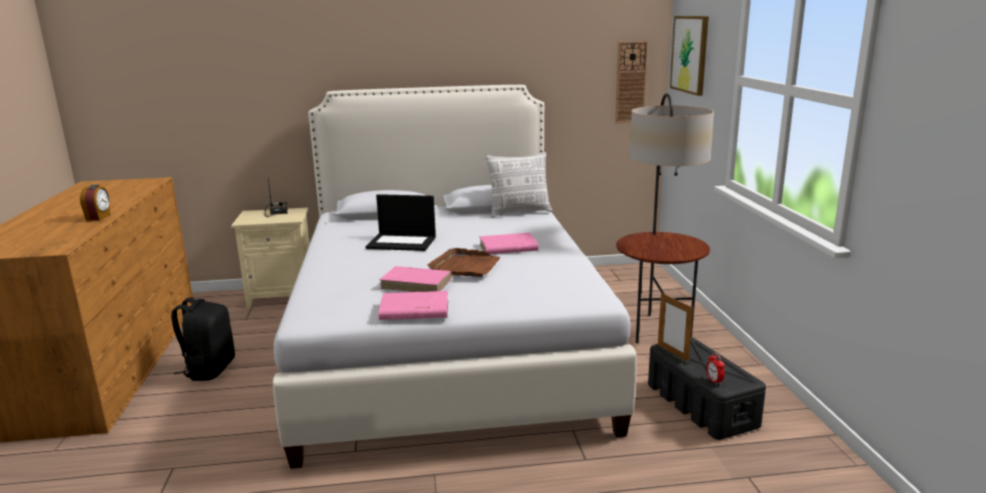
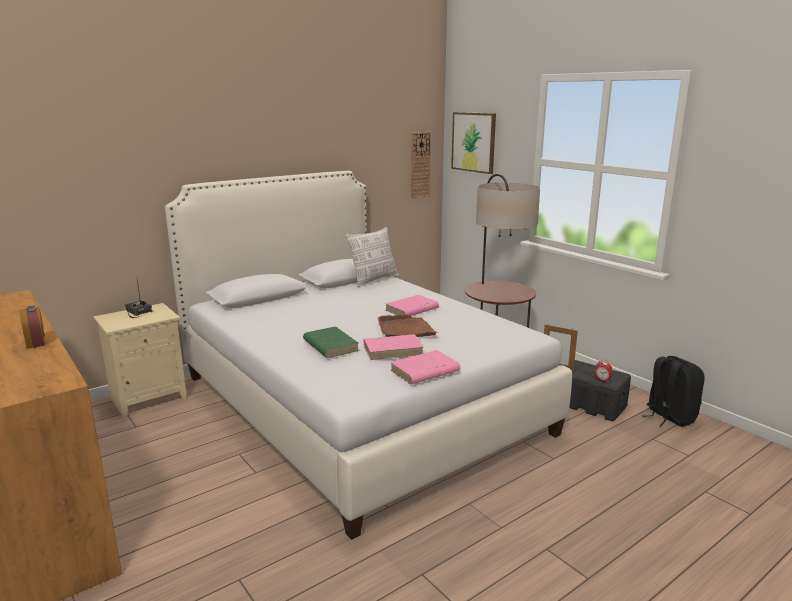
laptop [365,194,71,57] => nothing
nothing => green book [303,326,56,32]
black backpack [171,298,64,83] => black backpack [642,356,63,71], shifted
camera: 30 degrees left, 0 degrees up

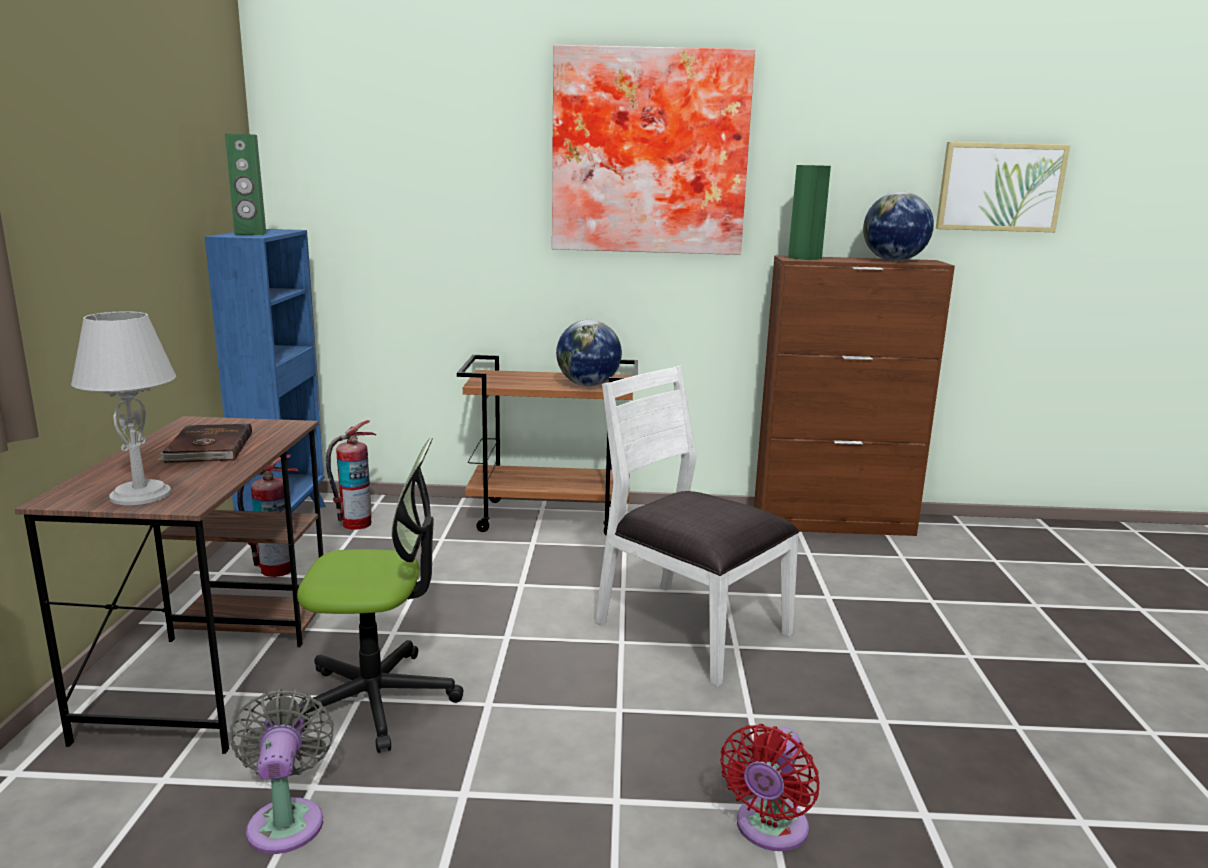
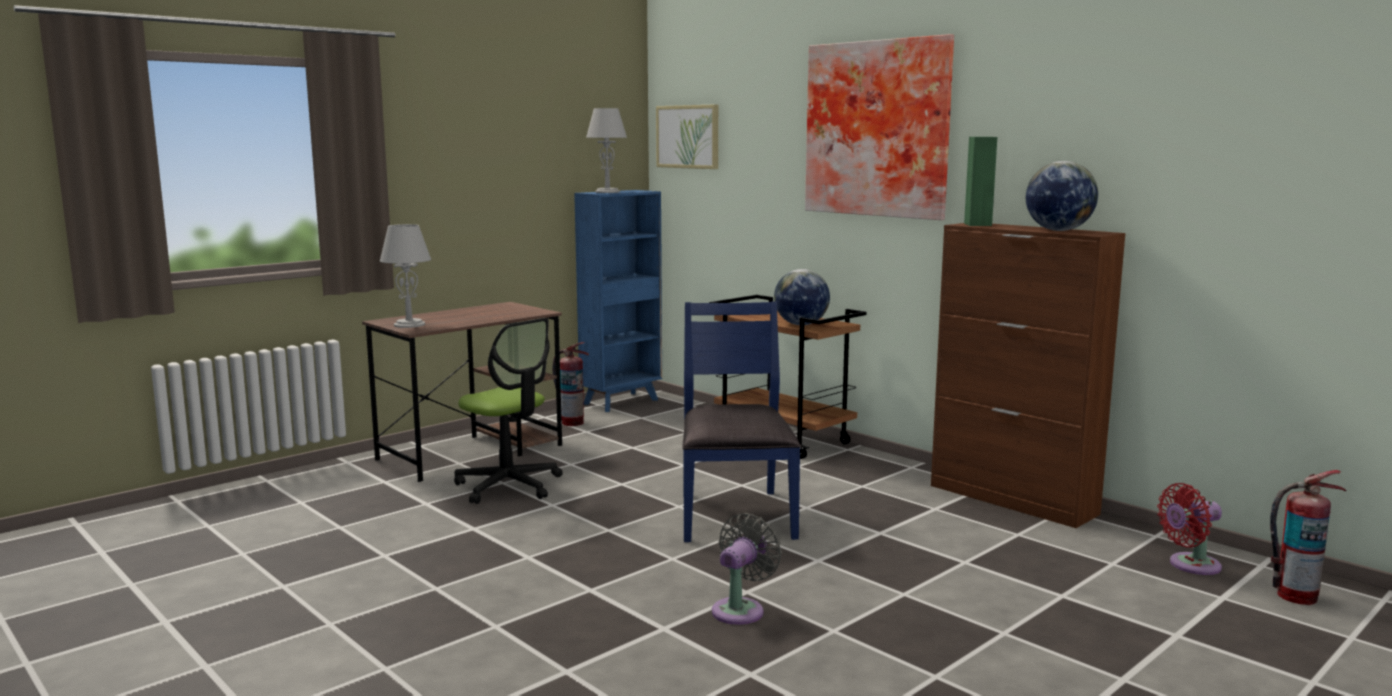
brown book [157,423,95,40] => nothing
grey fan [230,689,104,165] => grey fan [712,513,70,112], shifted
fire extinguisher [326,420,50,109] => fire extinguisher [1270,470,76,135], shifted
red fan [720,724,99,127] => red fan [1157,483,65,92], shifted
picture [936,142,134,90] => picture [656,104,62,65], shifted
green speaker [225,134,41,101] => grey table lamp [586,108,41,85]
white chair [595,366,204,322] => blue chair [682,301,119,241]
camera: 45 degrees right, 5 degrees down

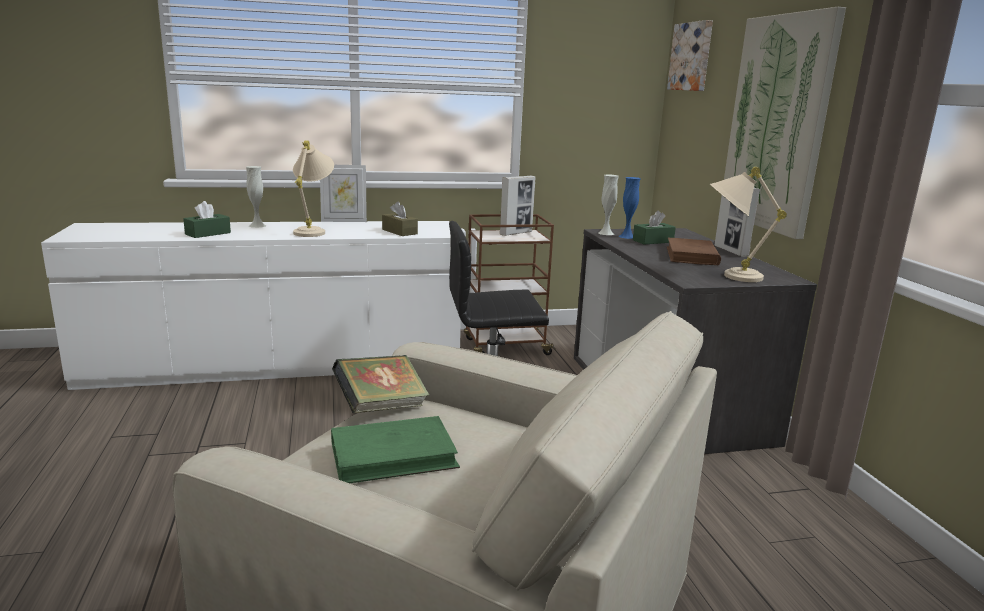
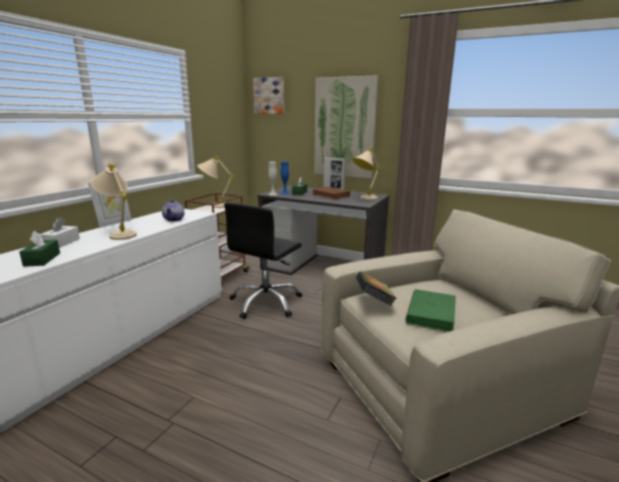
white vase [246,166,20,62] => white tissue box [40,217,40,31]
brown tissue box [382,202,36,34] => teapot [162,200,22,22]
picture frame [500,176,35,60] => beige table lamp [197,156,37,52]
camera: 50 degrees left, 0 degrees up

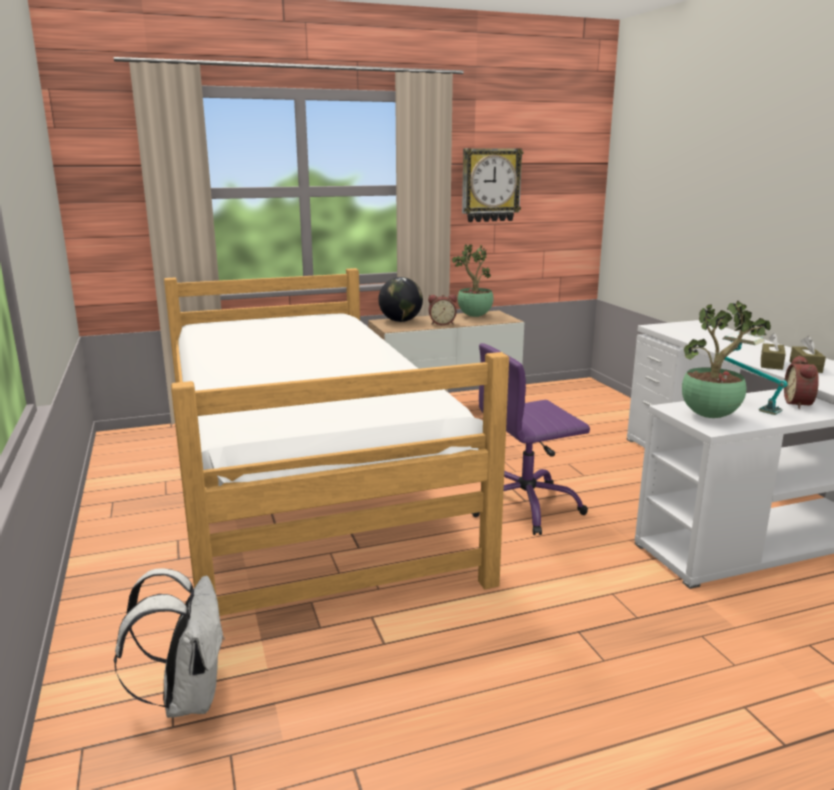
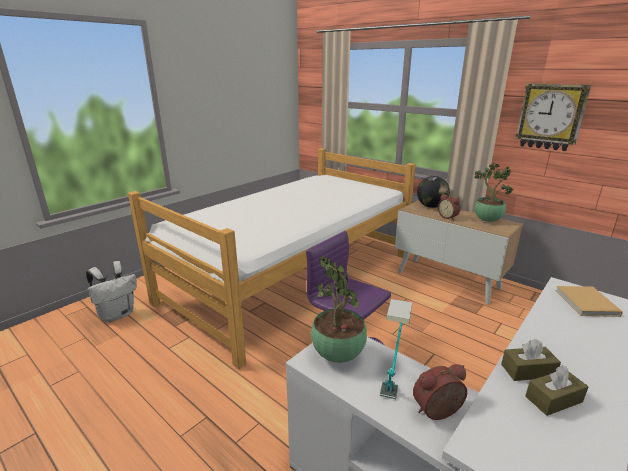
nothing => beige book [555,286,68,31]
camera: 60 degrees right, 5 degrees up

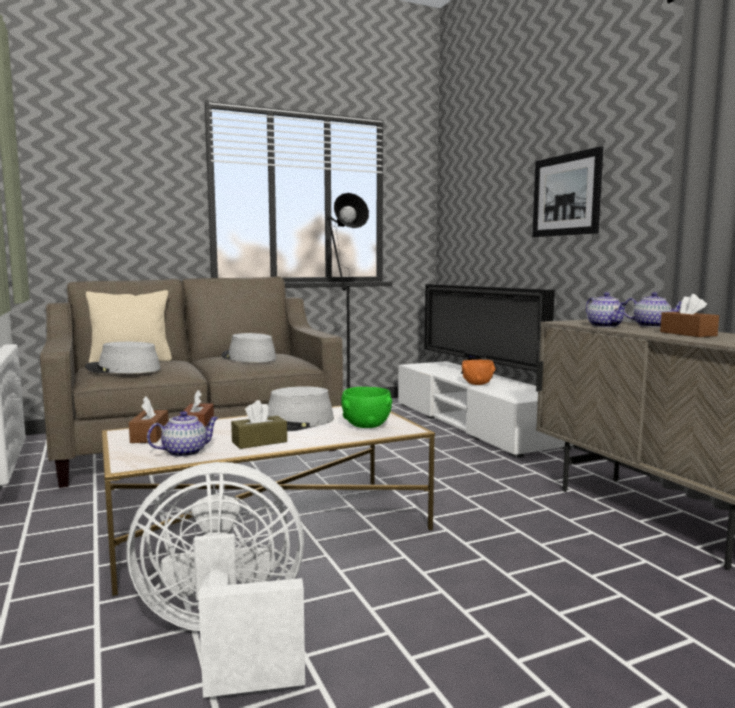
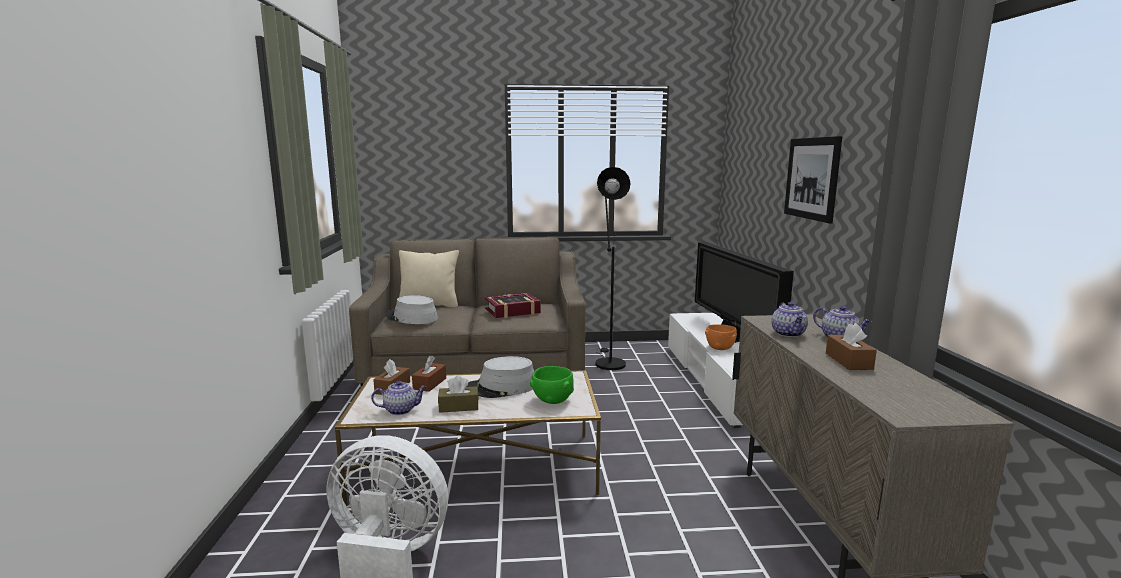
grey hat [222,333,54,30] => book [485,293,56,25]
camera: 20 degrees right, 5 degrees up

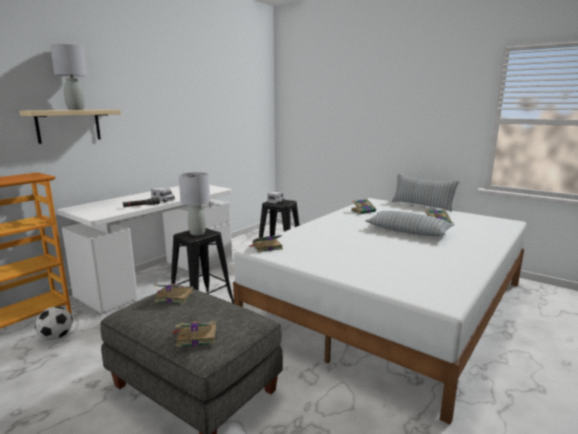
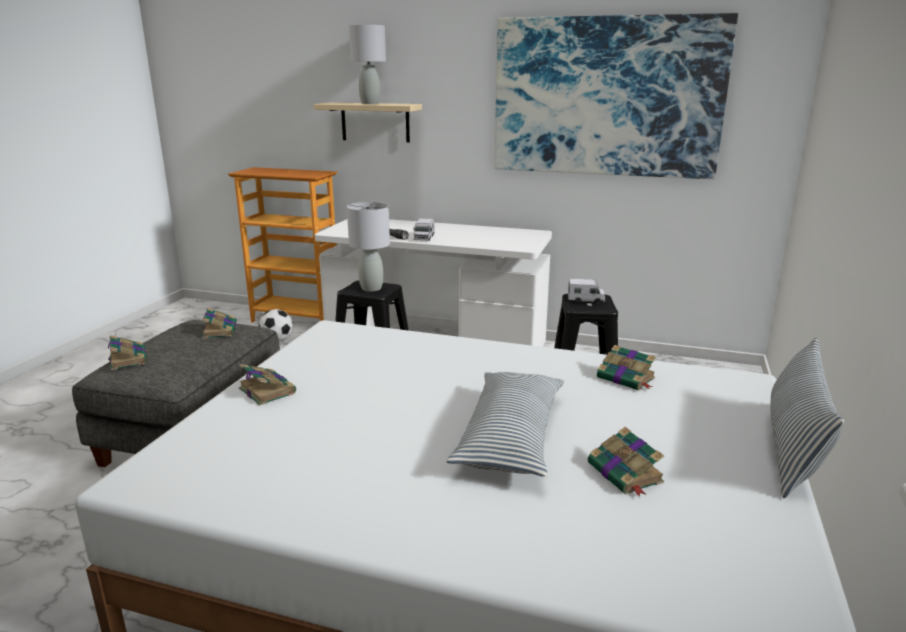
nothing => picture [495,13,243,166]
book [250,235,33,17] => book [239,364,57,42], shifted
camera: 70 degrees right, 5 degrees up

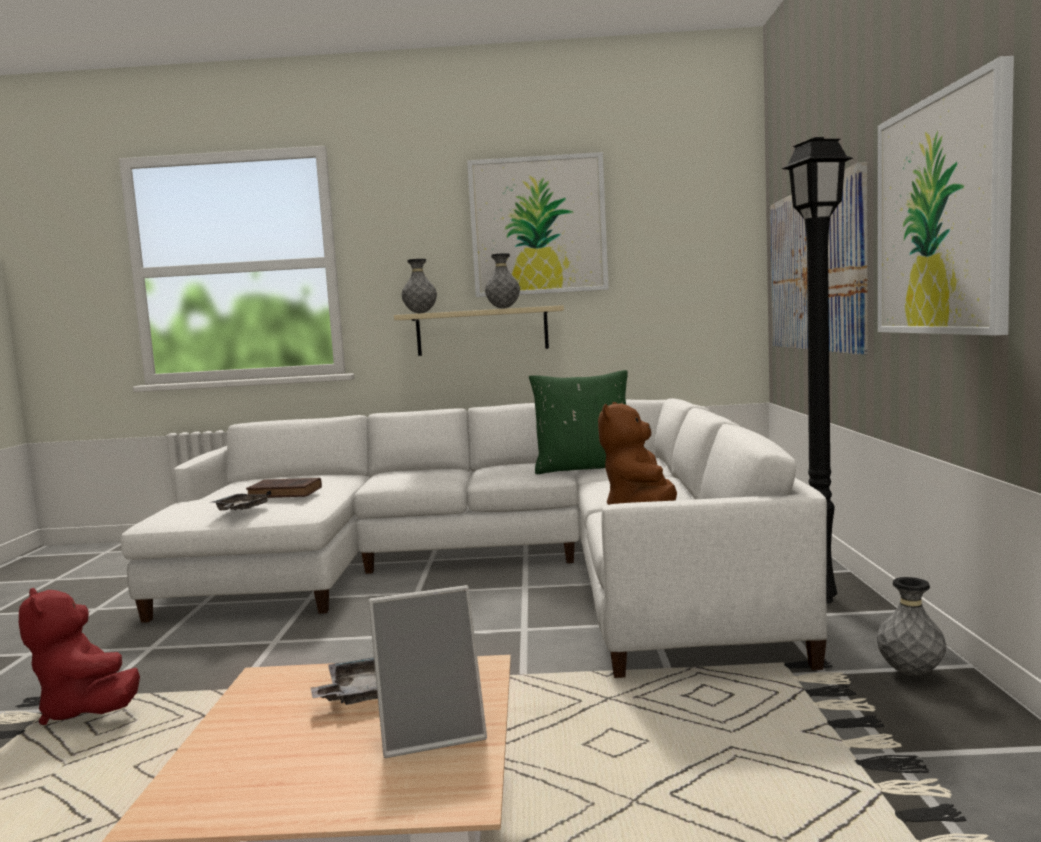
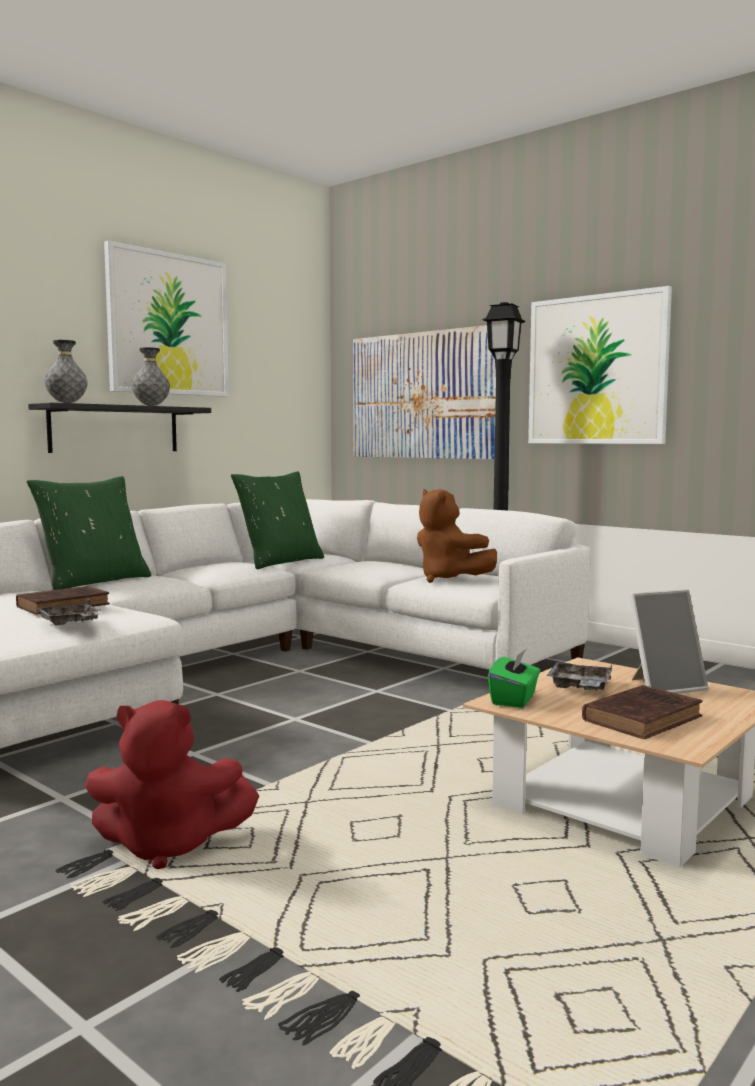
grey vase [877,577,69,99] => nothing
nothing => green pillow [27,476,124,114]
nothing => green tissue box [488,649,52,59]
nothing => brown book [582,685,121,54]
beige shelf [394,305,170,51] => black shelf [28,403,183,50]
picture frame [369,585,118,173] => picture frame [629,589,80,105], 45 degrees clockwise
camera: 50 degrees left, 0 degrees up

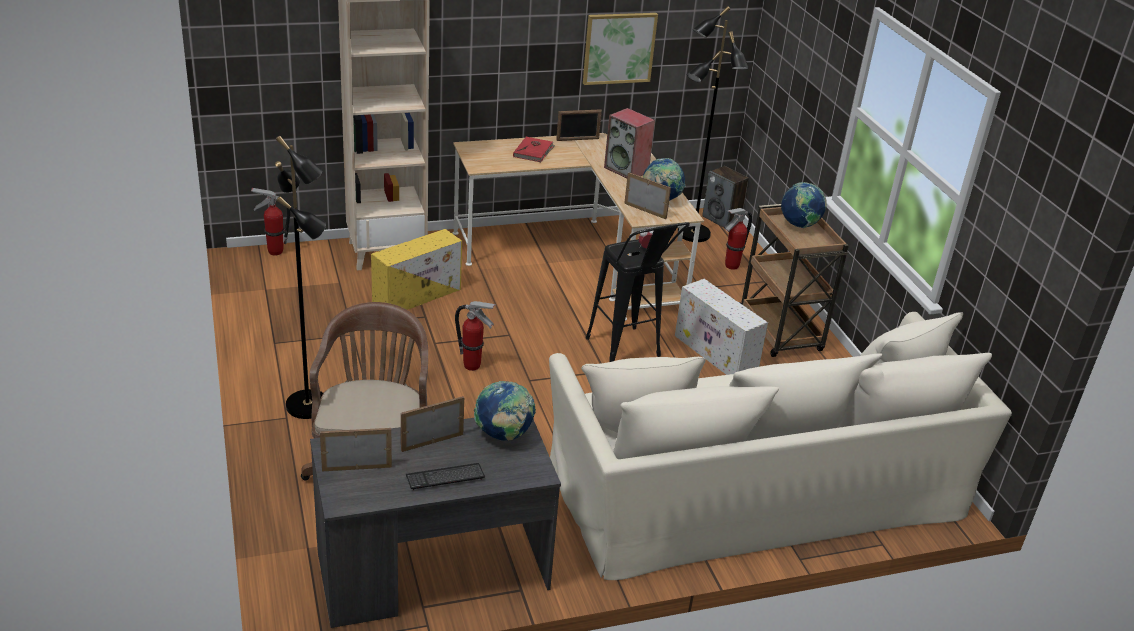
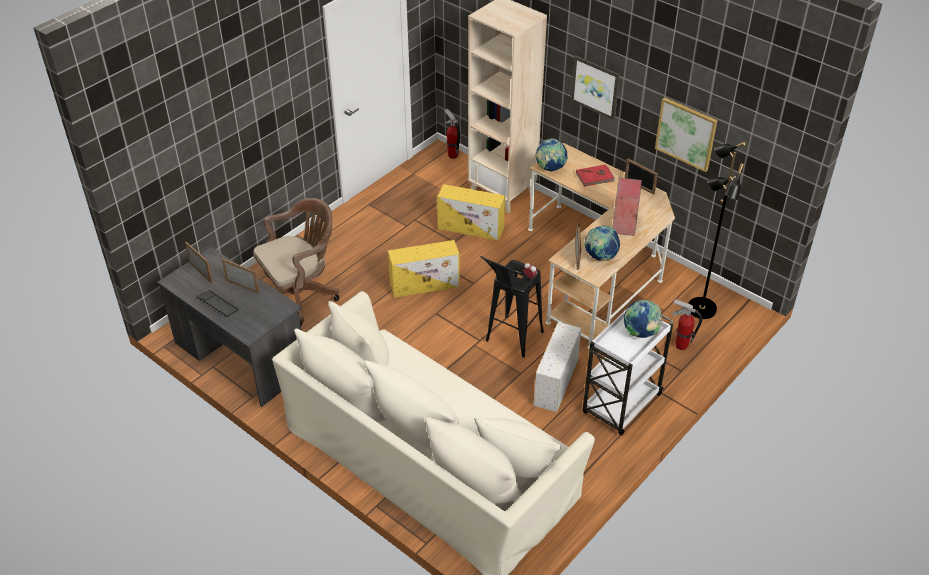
black floor lamp [275,136,51,283] => nothing
speaker [702,166,47,62] => nothing
nothing => picture [571,56,49,64]
globe [474,381,62,60] => globe [535,138,33,33], shifted
fire extinguisher [455,301,41,70] => yellow storage box [388,240,72,58]
brown cart [739,204,110,153] => white cart [583,309,91,127]
camera: 60 degrees right, 10 degrees up

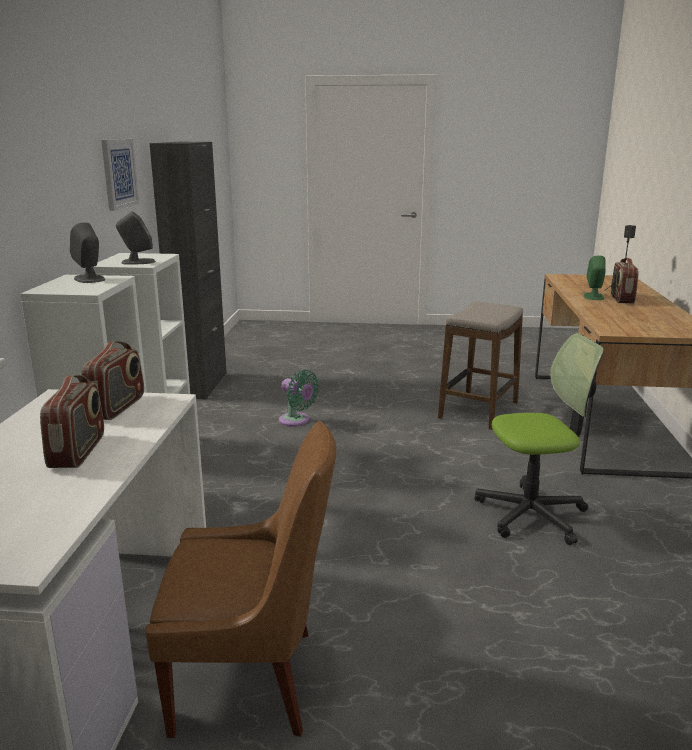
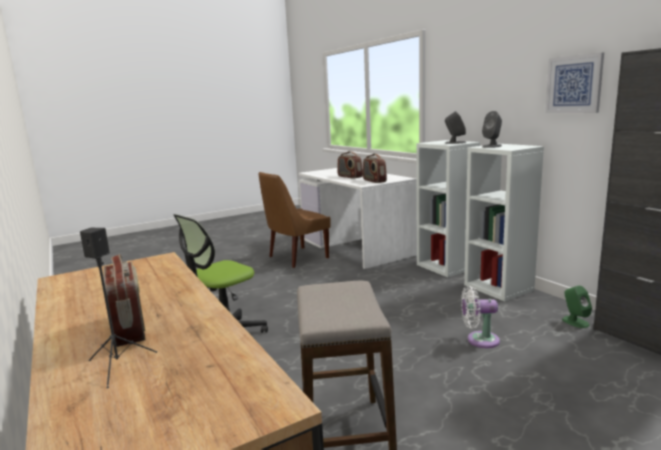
green speaker [584,255,22,45] => green speaker [562,286,30,42], shifted
green fan [279,369,40,58] => white fan [461,286,39,62]
camera: 145 degrees right, 5 degrees down

